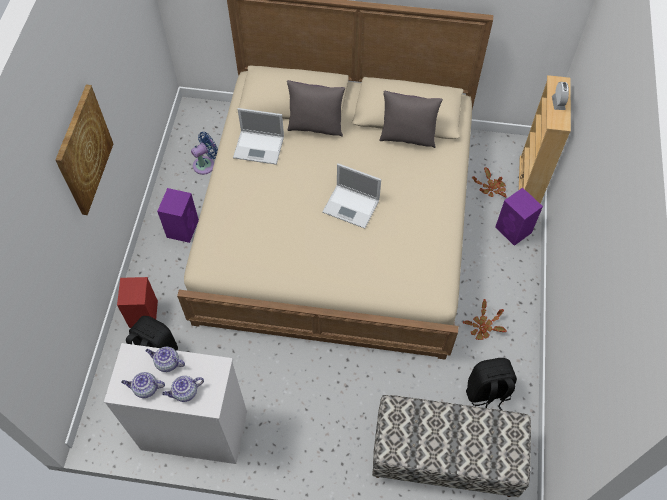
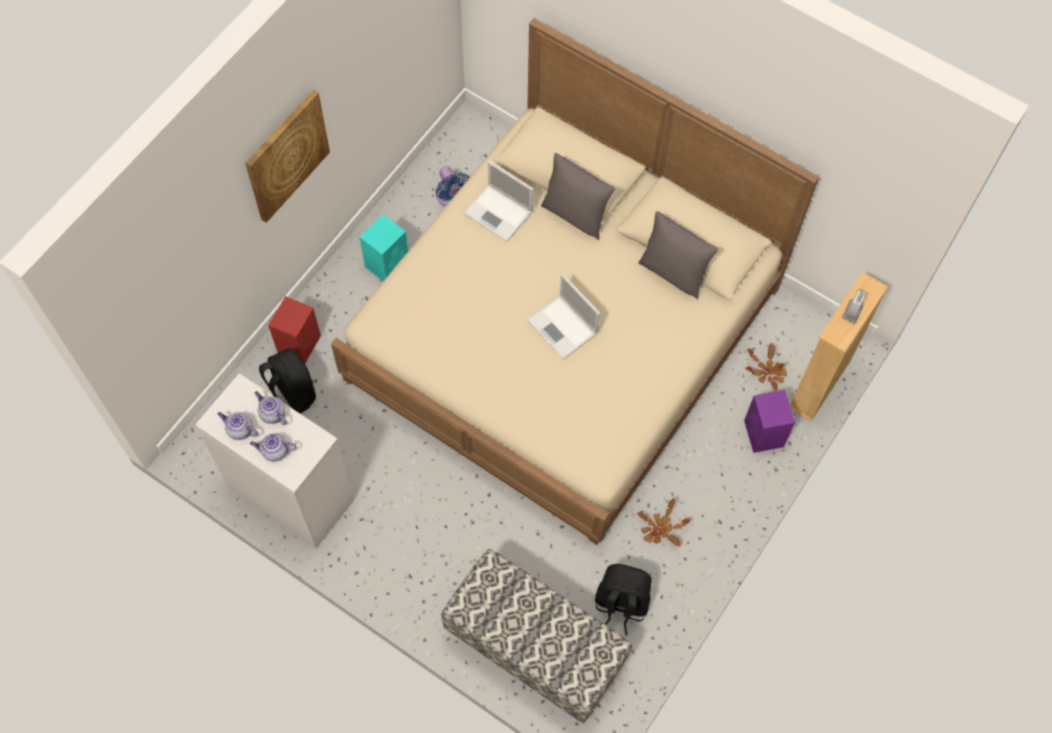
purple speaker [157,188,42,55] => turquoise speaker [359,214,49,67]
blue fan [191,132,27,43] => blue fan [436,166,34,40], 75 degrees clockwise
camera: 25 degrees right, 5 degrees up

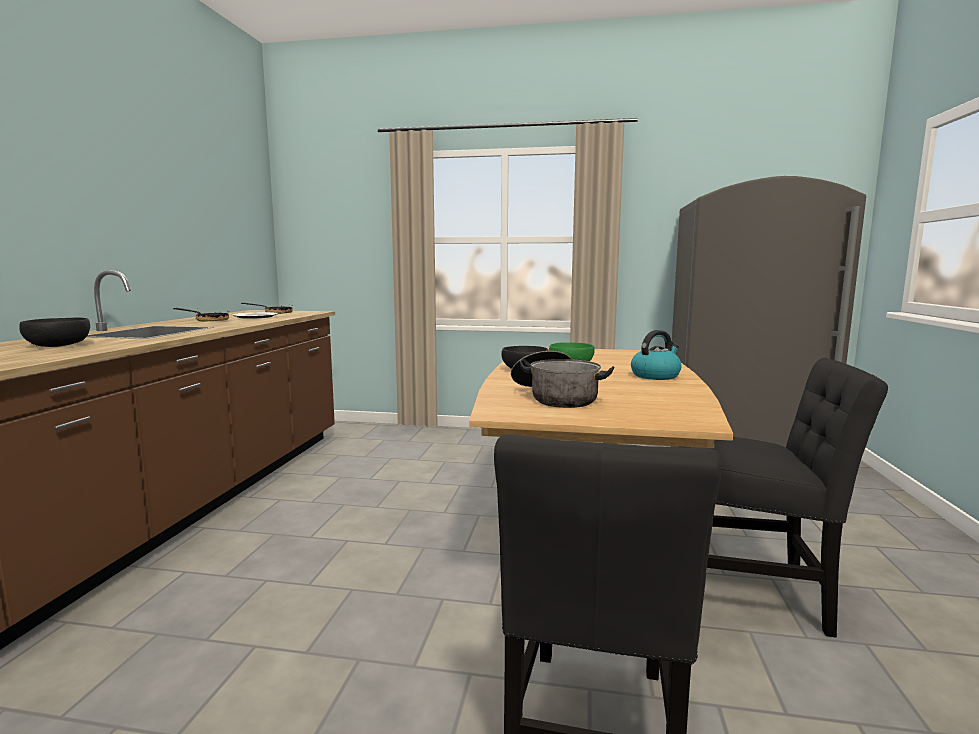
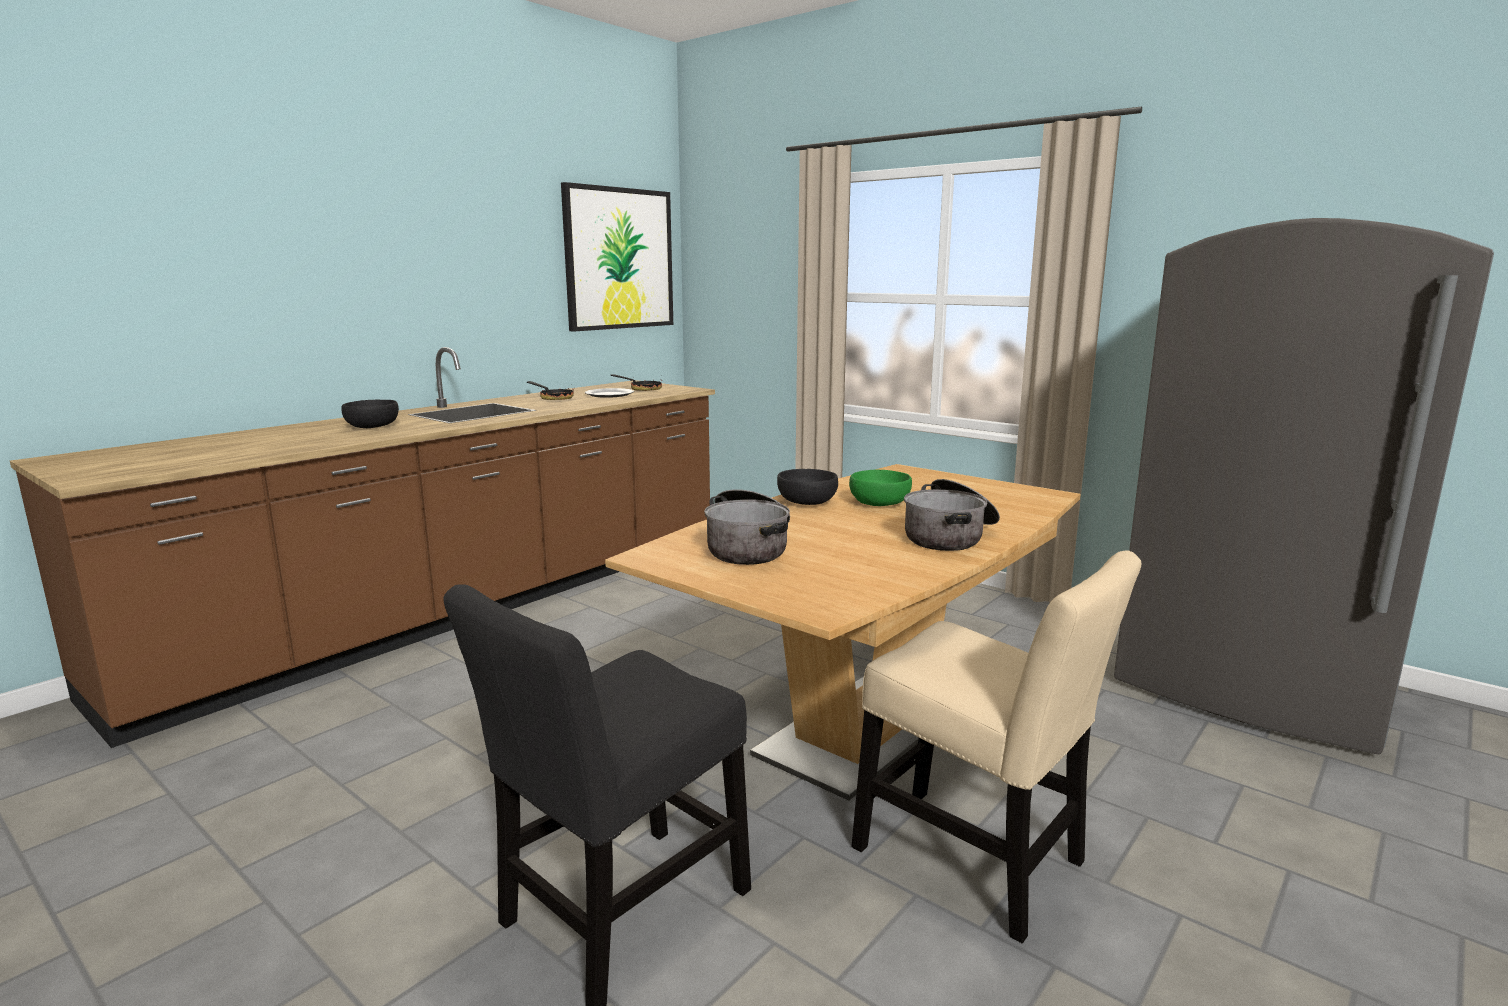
nothing => picture [561,182,112,150]
kettle [631,330,51,50] => cooking pot [904,479,96,72]
black chair [707,358,181,280] => beige chair [851,551,290,392]
camera: 30 degrees right, 5 degrees up

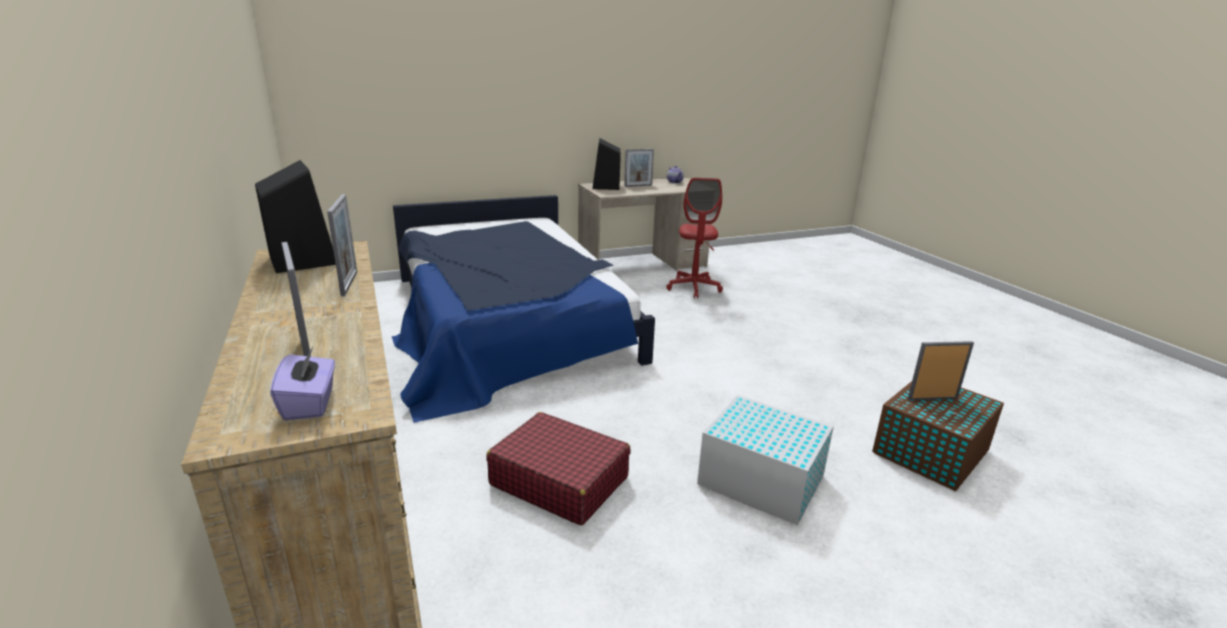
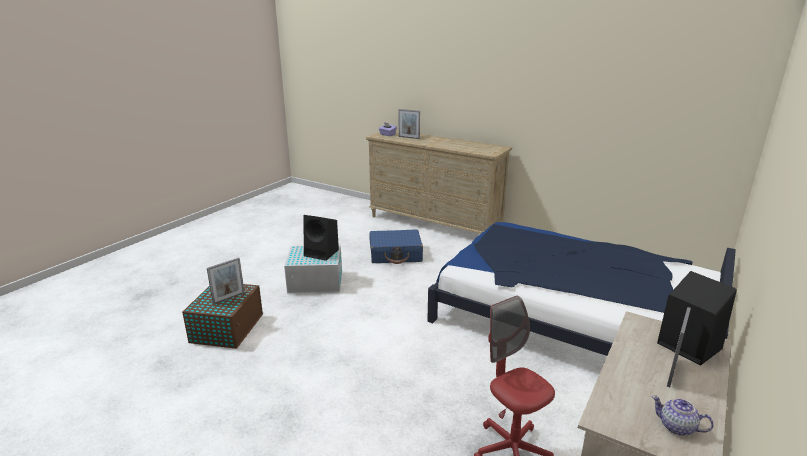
picture frame [327,194,30,102] => nothing
black speaker [255,160,81,113] => black speaker [303,215,36,46], shifted
red suitcase [487,412,144,113] => blue suitcase [370,229,53,35]
camera: 145 degrees right, 0 degrees up

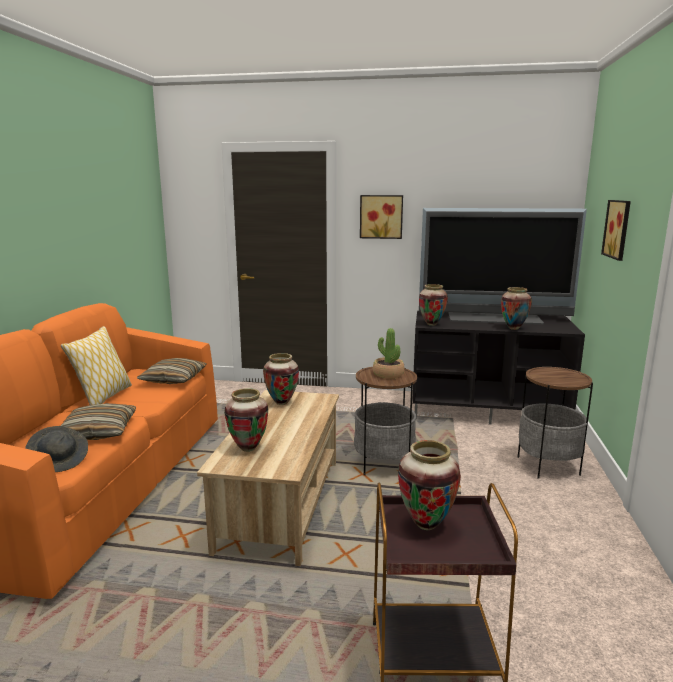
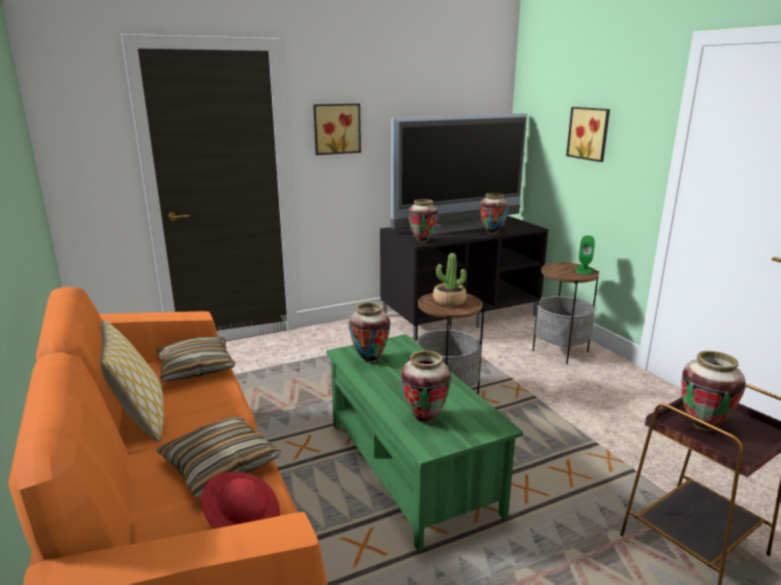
nothing => green speaker [576,235,19,39]
grey hat [25,426,63,46] => red hat [201,472,79,57]
beige coffee table [197,390,142,176] => green coffee table [326,334,197,217]
camera: 35 degrees left, 5 degrees up

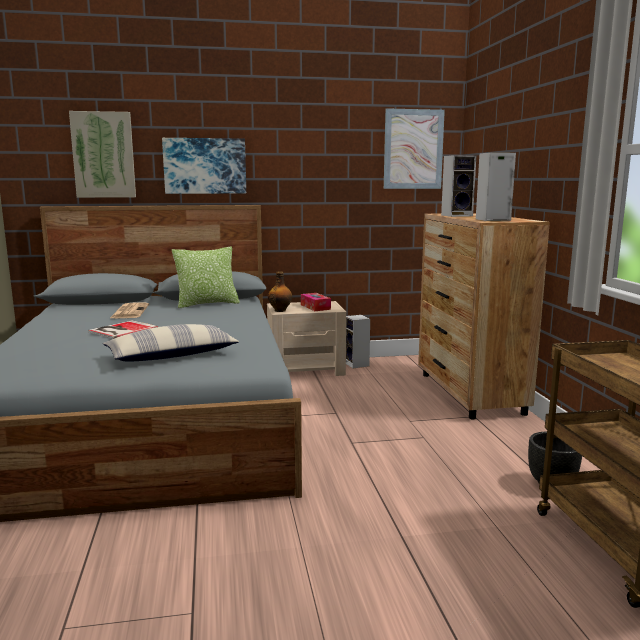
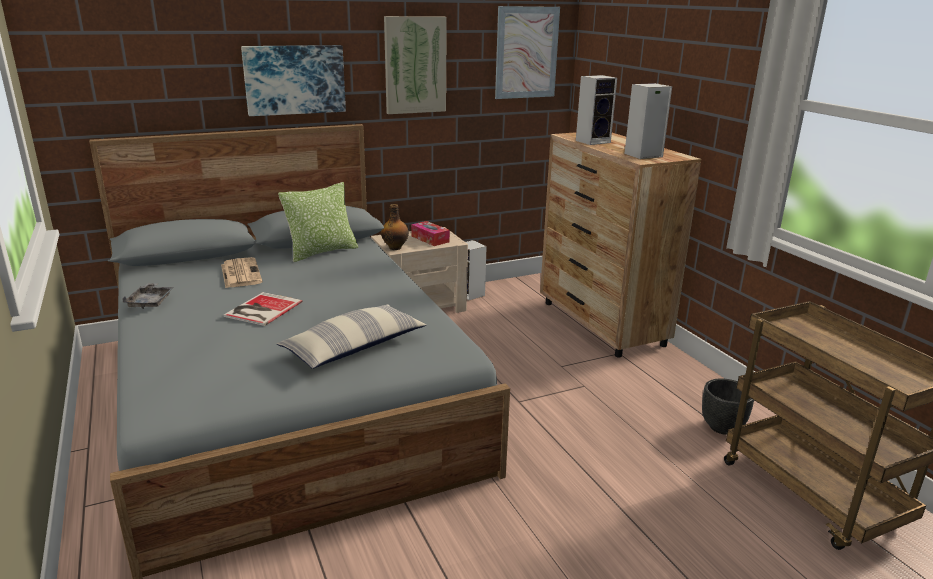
nothing => grey tray [122,283,52,26]
picture [69,111,67,87] => picture [384,16,63,98], shifted
camera: 15 degrees left, 10 degrees up

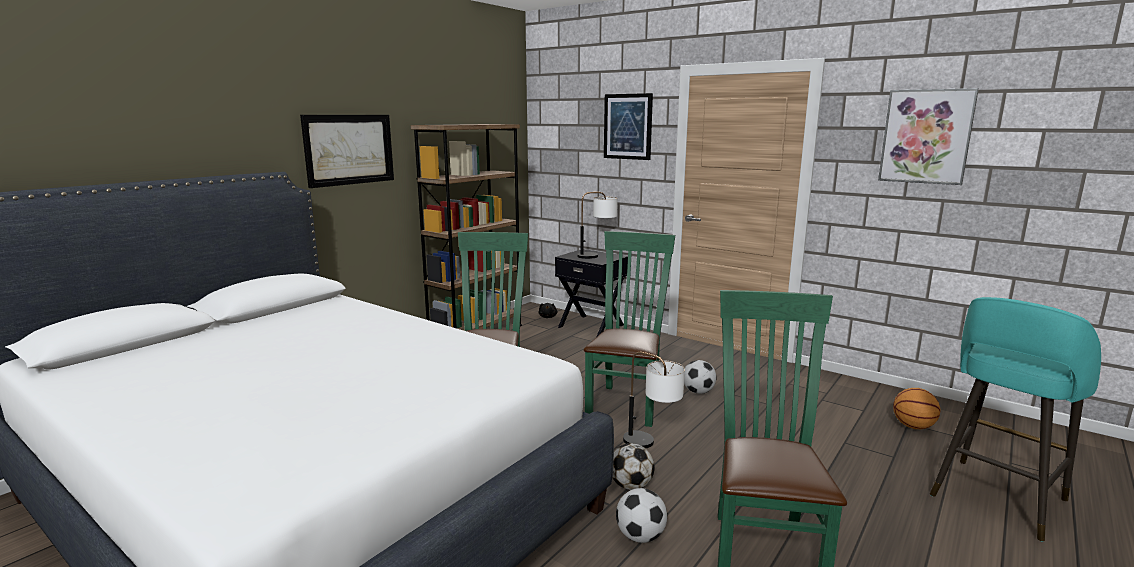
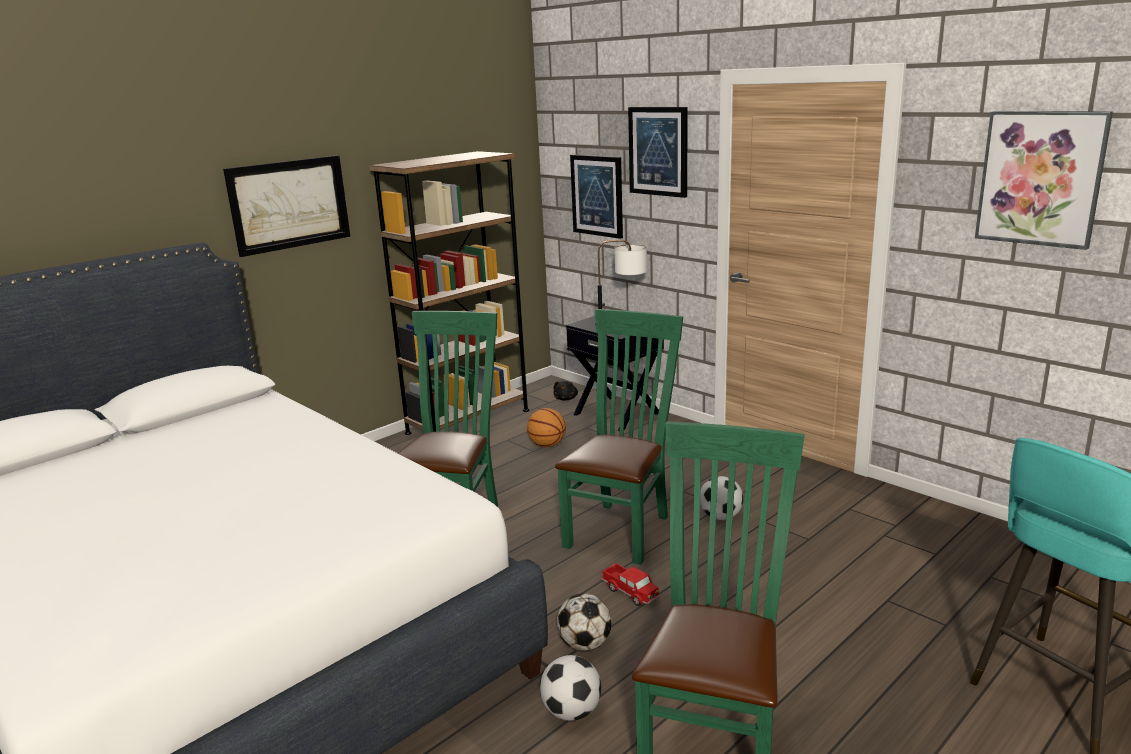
nothing => picture [570,155,53,84]
basketball [893,388,47,41] => basketball [527,408,39,39], shifted
table lamp [623,352,62,96] => toy truck [601,563,59,43]
camera: 10 degrees right, 5 degrees up

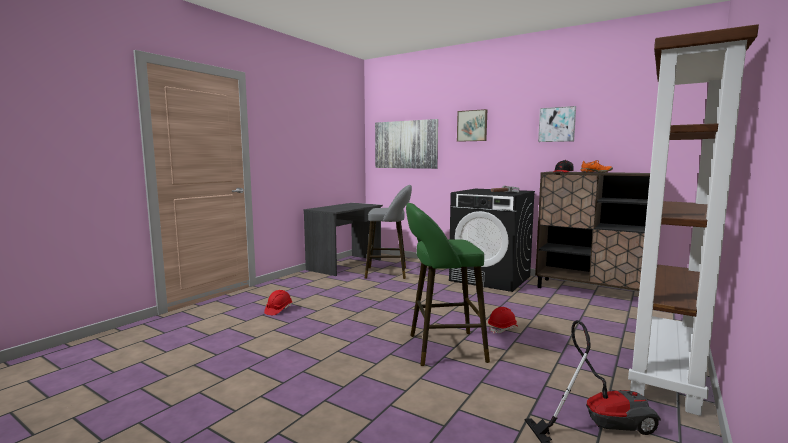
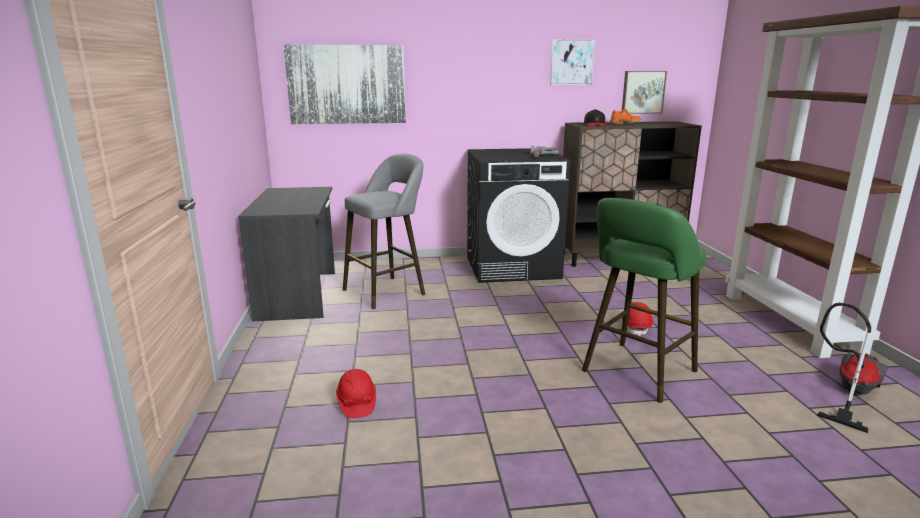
picture [457,109,30,33] => picture [622,71,45,43], shifted
camera: 40 degrees left, 10 degrees up

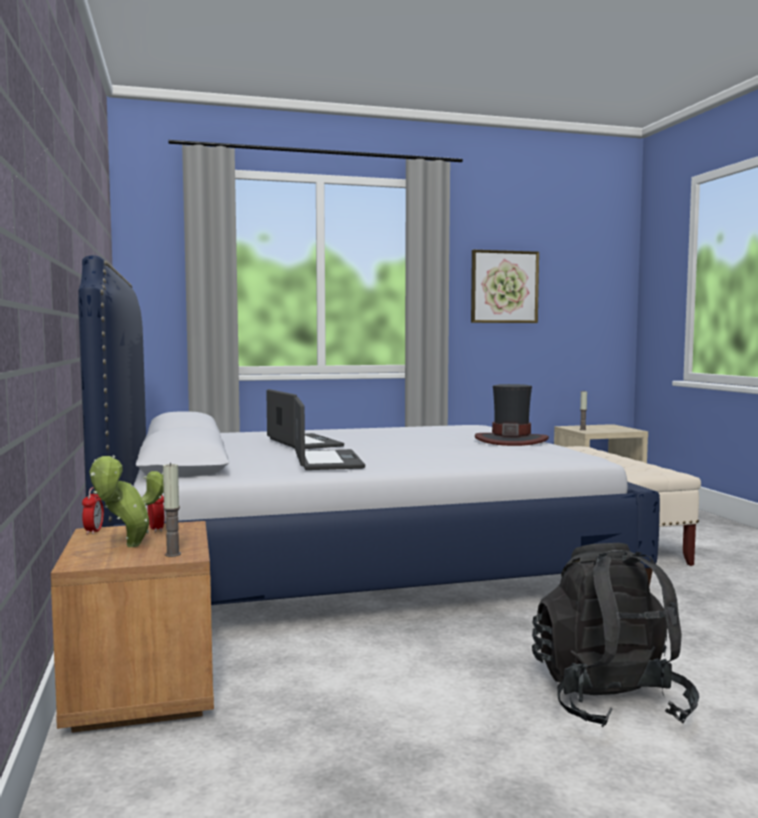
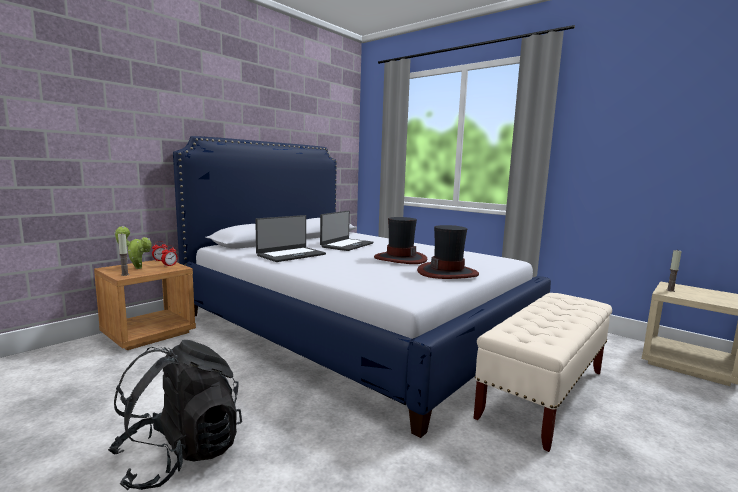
picture [471,250,68,73] => nothing
nothing => hat [374,217,54,47]
camera: 55 degrees right, 5 degrees up

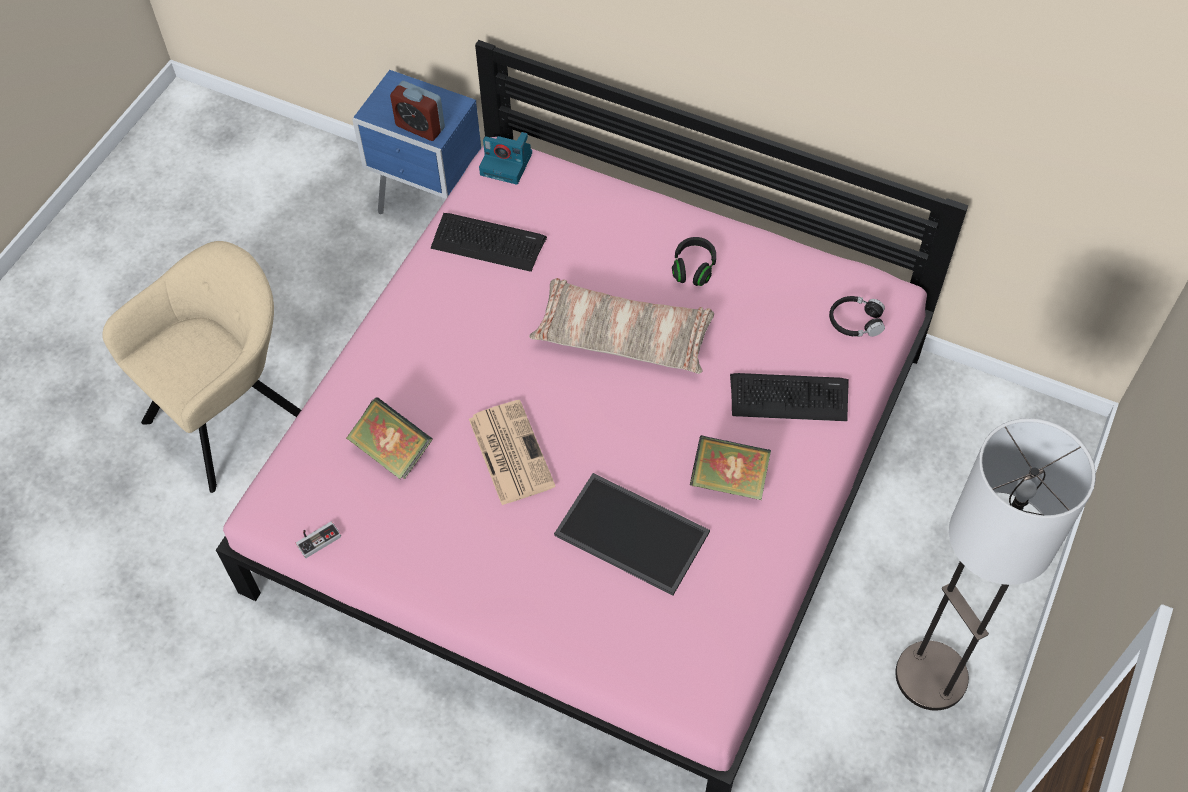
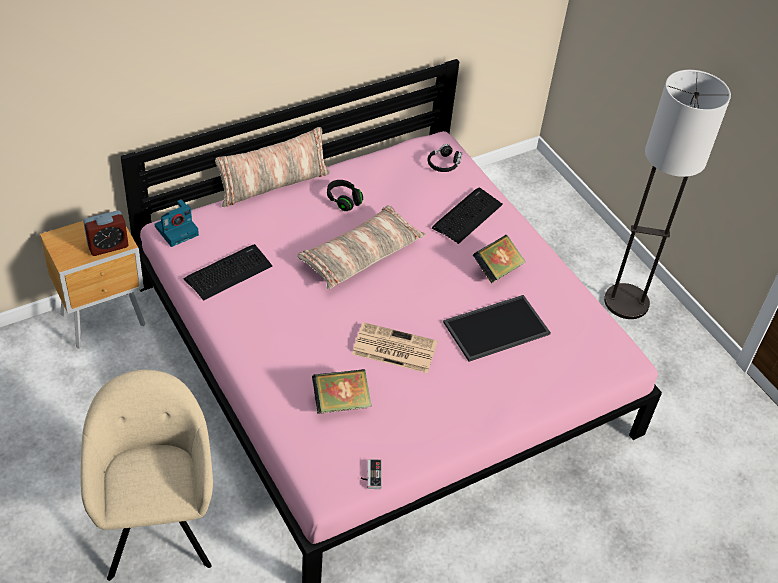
nothing => pillow [215,127,115,80]
blue nightstand [352,70,129,144] => brown nightstand [40,210,105,139]
camera: 60 degrees left, 10 degrees down

